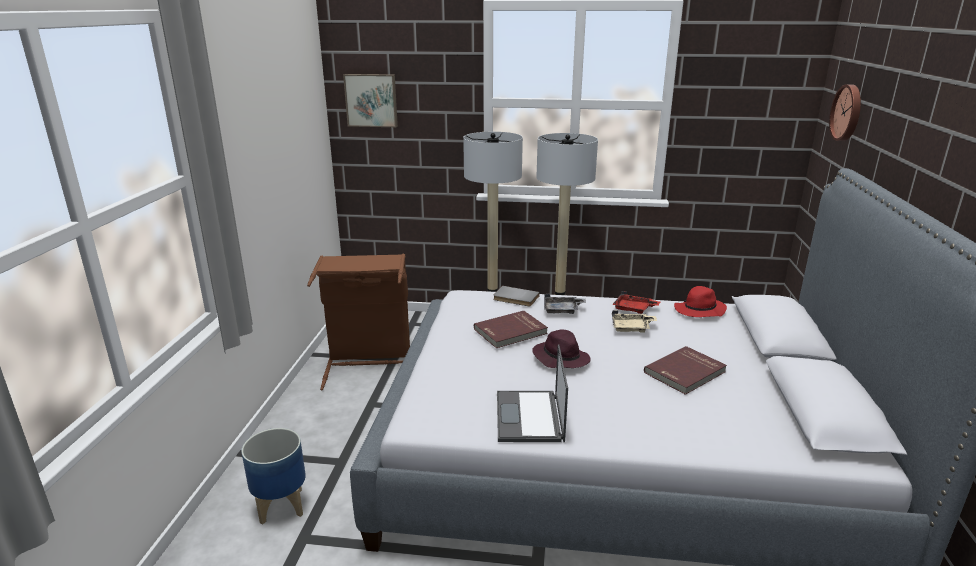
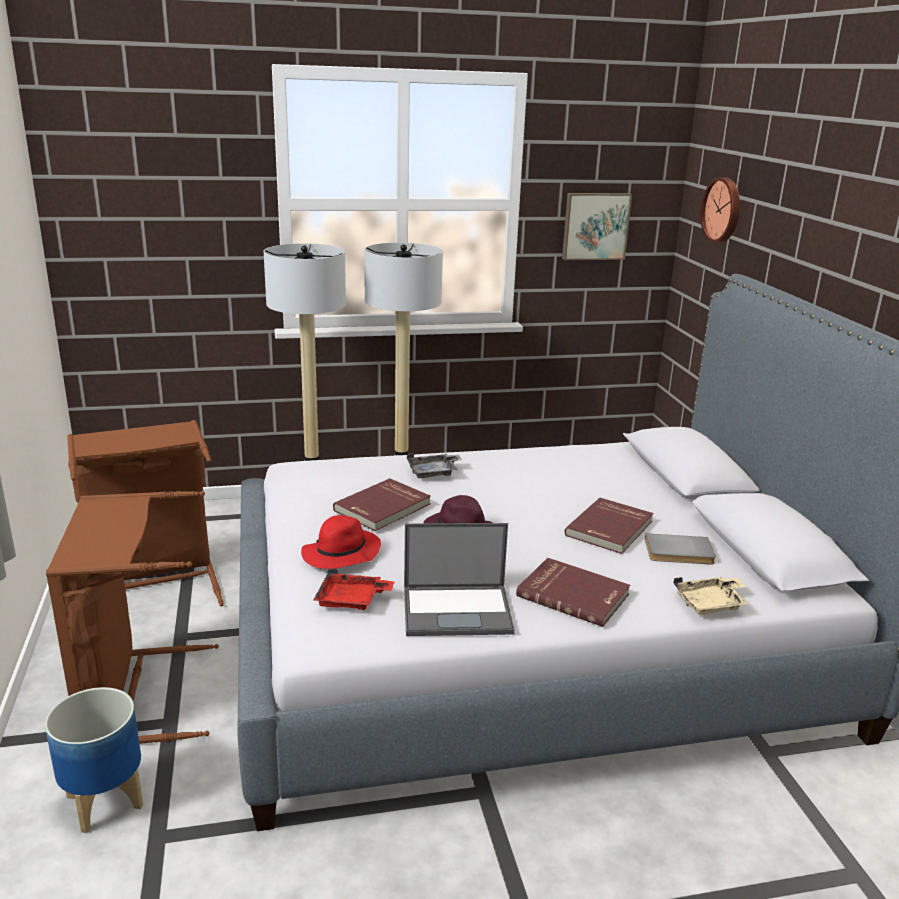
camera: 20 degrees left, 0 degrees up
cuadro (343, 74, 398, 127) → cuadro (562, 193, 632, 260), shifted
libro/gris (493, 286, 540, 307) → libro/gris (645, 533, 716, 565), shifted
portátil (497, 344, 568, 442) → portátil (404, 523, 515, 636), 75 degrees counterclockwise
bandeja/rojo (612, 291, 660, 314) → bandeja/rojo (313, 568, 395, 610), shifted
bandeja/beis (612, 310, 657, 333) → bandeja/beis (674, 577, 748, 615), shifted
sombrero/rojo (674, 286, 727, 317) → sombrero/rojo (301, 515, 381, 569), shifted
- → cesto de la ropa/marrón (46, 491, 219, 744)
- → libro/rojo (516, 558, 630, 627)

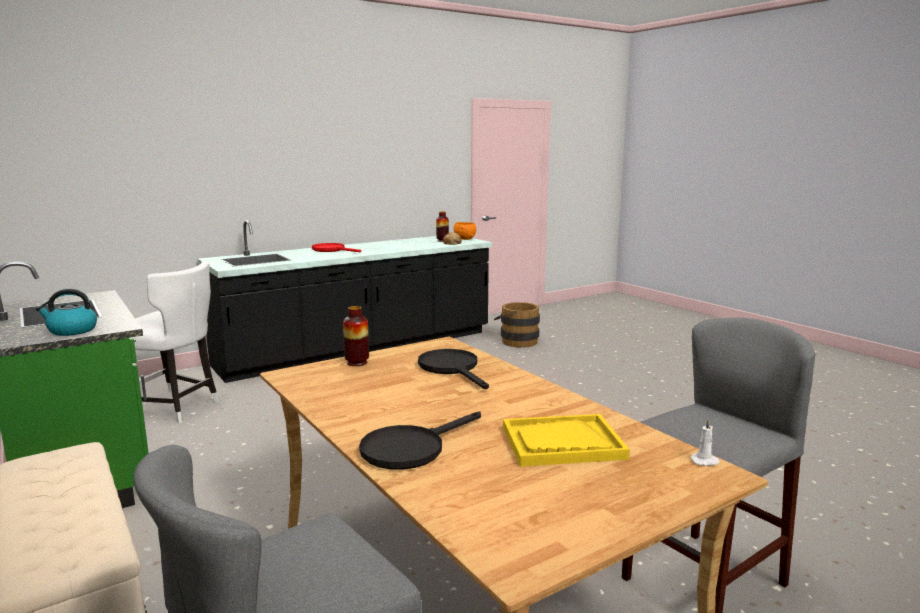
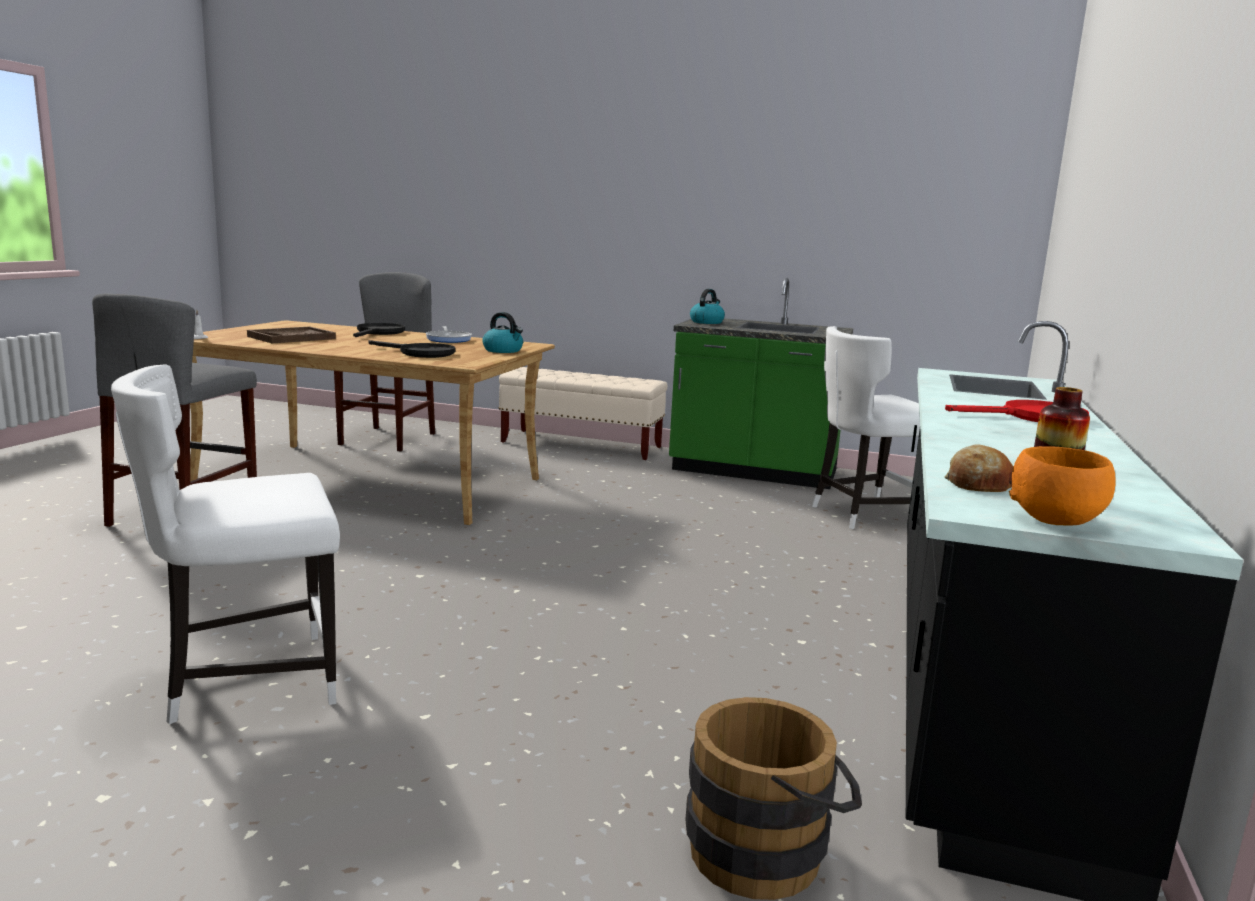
camera: 140 degrees right, 0 degrees up
florero (343, 306, 369, 366) → hervidor (482, 312, 523, 353)
bandeja/amarillo (503, 414, 630, 467) → bandeja/marrón (247, 327, 336, 343)
- → silla/blanco (111, 364, 340, 724)
- → sartén (426, 326, 472, 343)

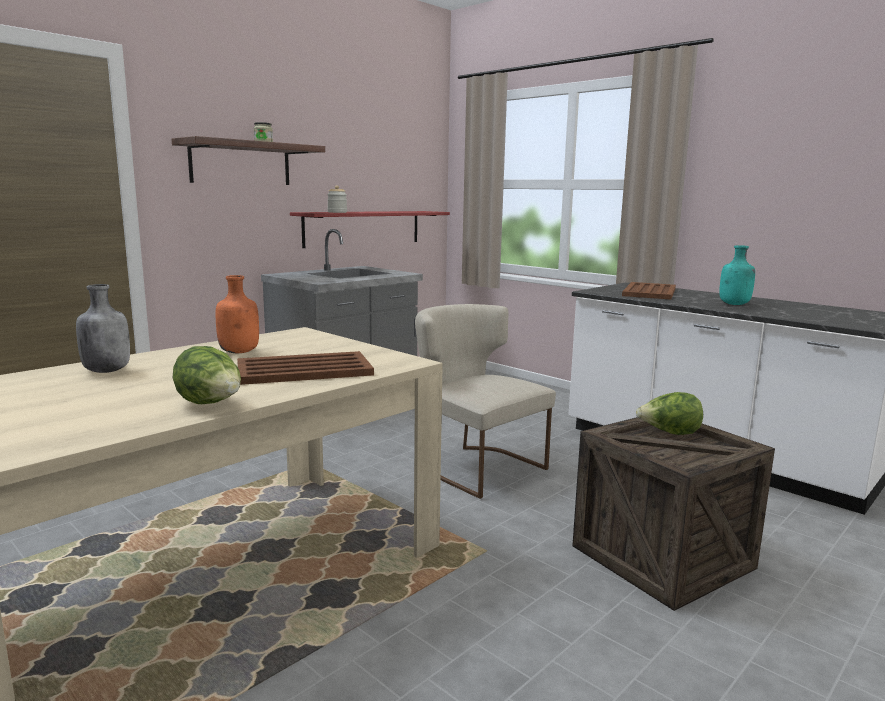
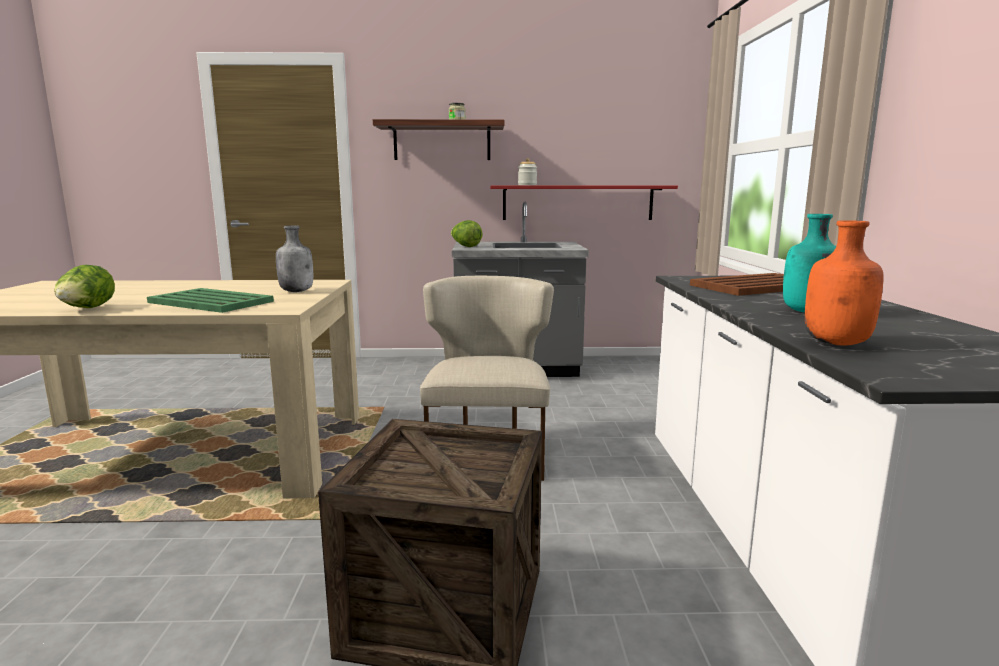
camera: 45 degrees right, 0 degrees up
botella/gris (76, 284, 130, 373) → botella/gris (276, 226, 313, 292), shifted
botella/naranja (216, 275, 259, 353) → botella/naranja (805, 220, 884, 345), shifted
bandeja/marrón (237, 351, 374, 385) → bandeja/verde (147, 288, 274, 313)
lechuga (636, 392, 703, 435) → lechuga (451, 220, 482, 247), shifted

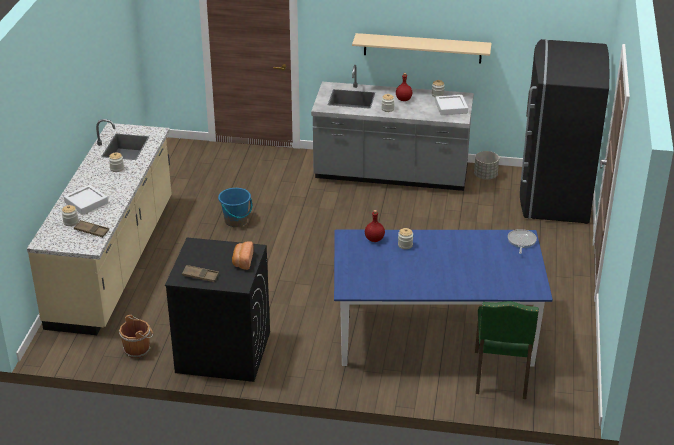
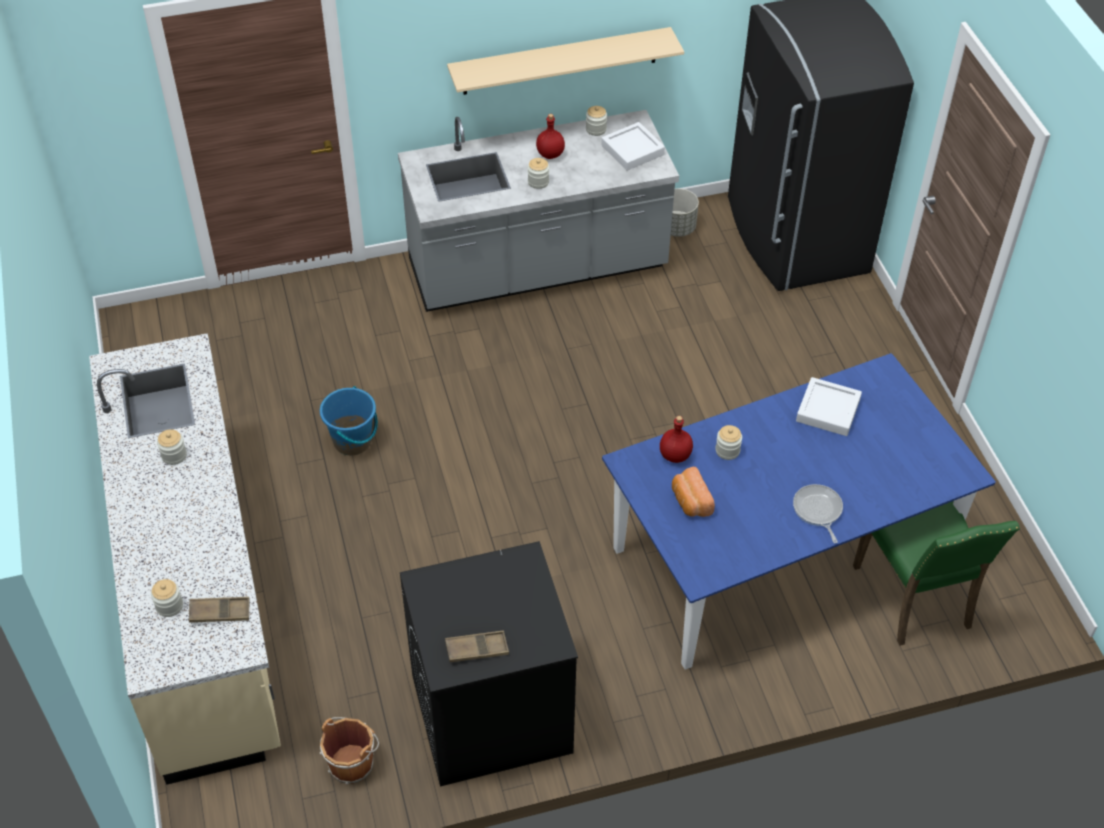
camera: 25 degrees left, 15 degrees up
bandeja/blanco (64, 185, 108, 215) → bandeja/blanco (796, 377, 862, 436), shifted
pan (232, 241, 254, 270) → pan (672, 467, 715, 517), shifted
sartén (508, 229, 537, 254) → sartén (793, 484, 843, 543), shifted

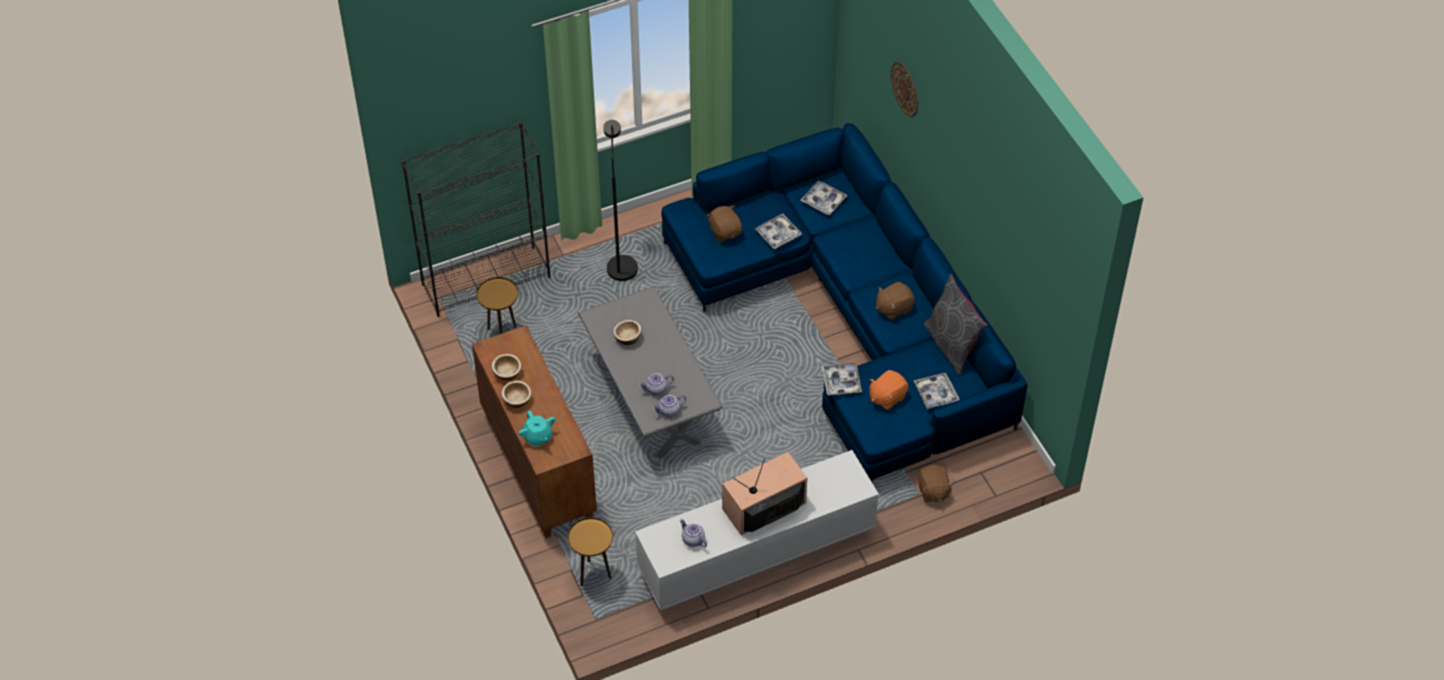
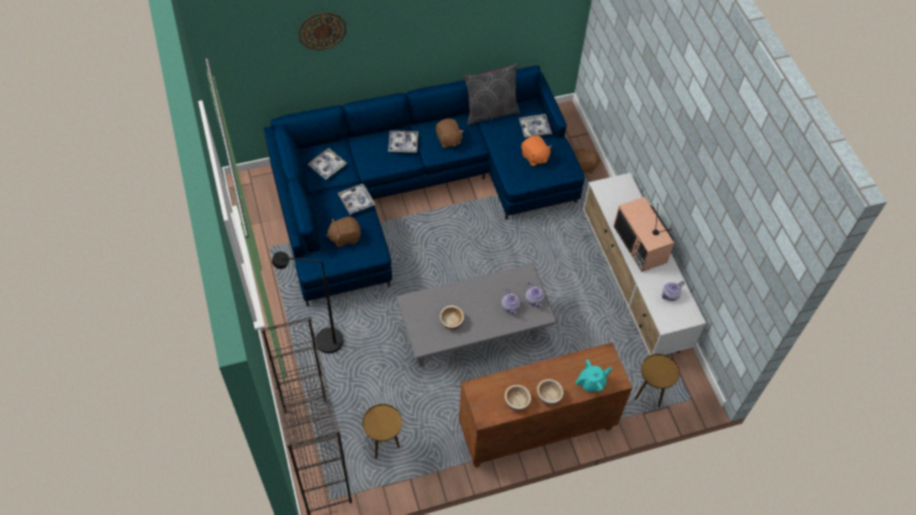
camera: 85 degrees left, 5 degrees up
bandeja (822, 362, 862, 395) → bandeja (388, 131, 418, 153), shifted

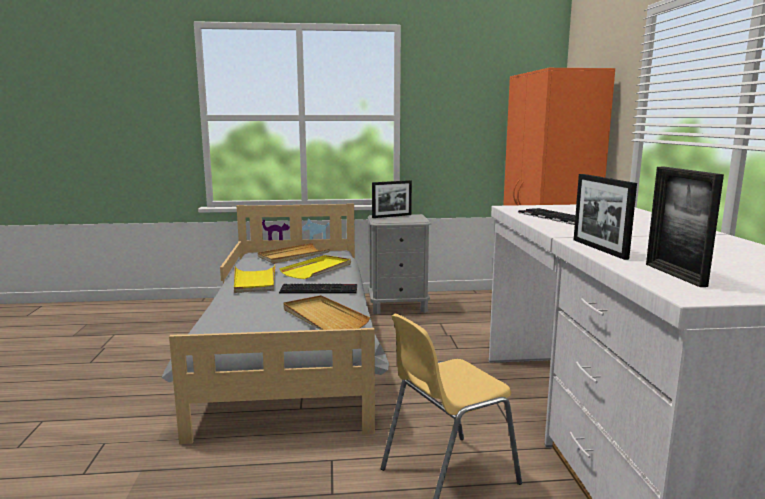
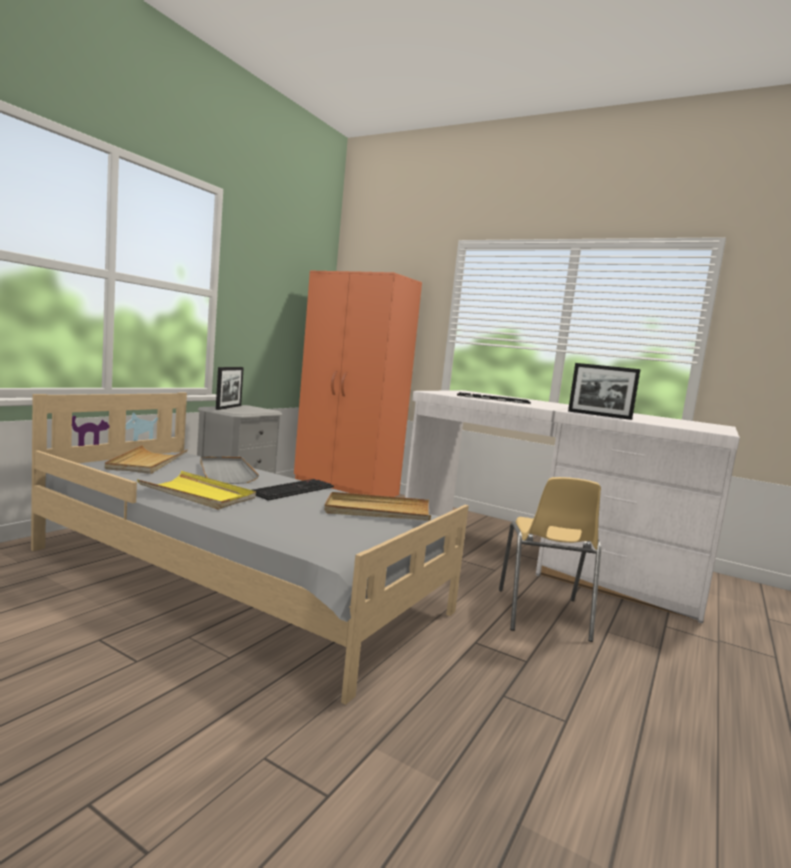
camera: 55 degrees left, 5 degrees down
bandeja/amarillo (279, 255, 351, 279) → bandeja/gris (200, 456, 259, 484)
portarretratos (646, 167, 724, 287) → -

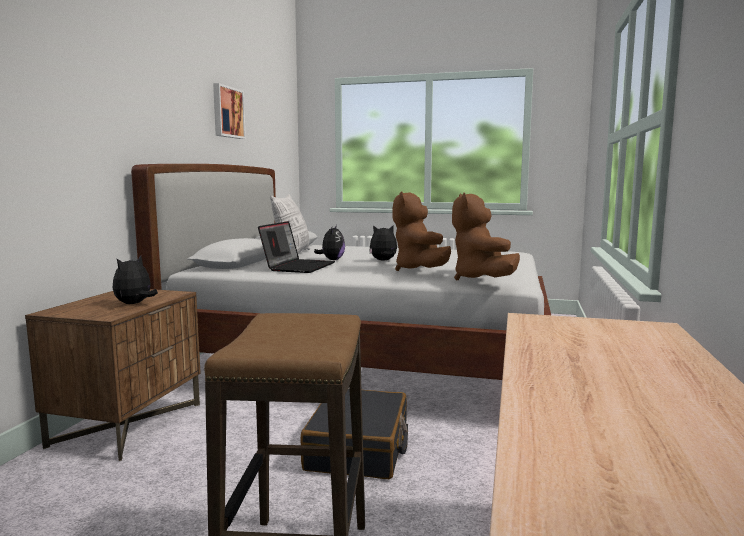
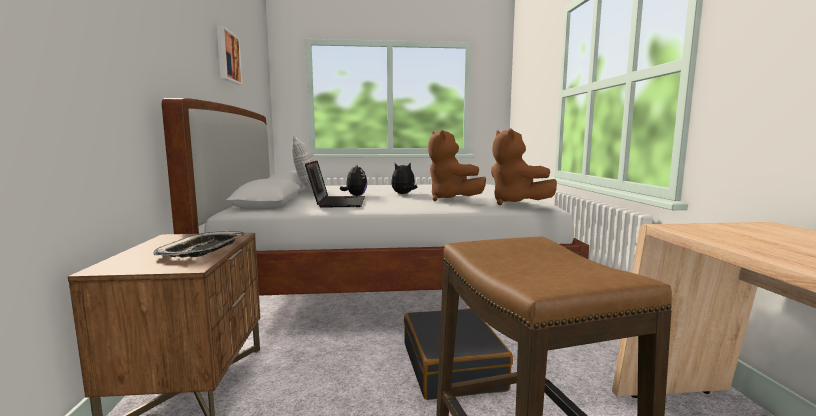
camera: 20 degrees left, 0 degrees up
peluche (113, 256, 158, 304) → bandeja (153, 231, 245, 258)

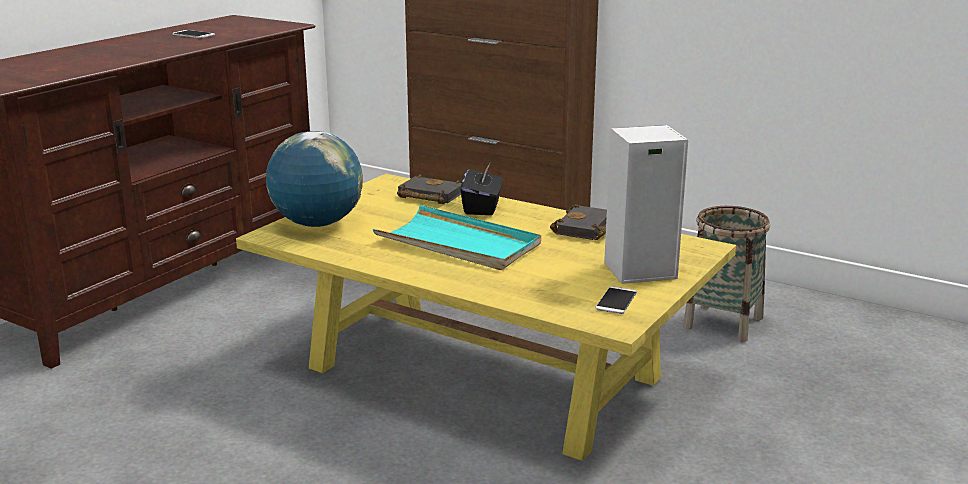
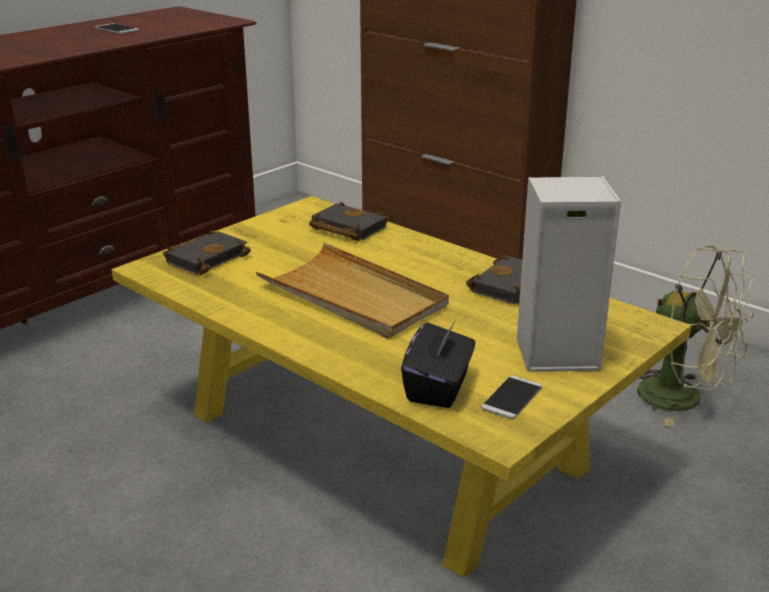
camera: 10 degrees right, 5 degrees up
globo terráqueo (266, 131, 363, 227) → libro/negro (163, 230, 251, 275)
bandeja/turquesa (373, 205, 541, 270) → bandeja/beis (256, 243, 449, 339)
caja de pañuelos/negro (461, 162, 503, 215) → caja de pañuelos/negro (401, 320, 475, 408), shifted
cesta (683, 206, 770, 342) → ventilador/verde (637, 244, 754, 427)

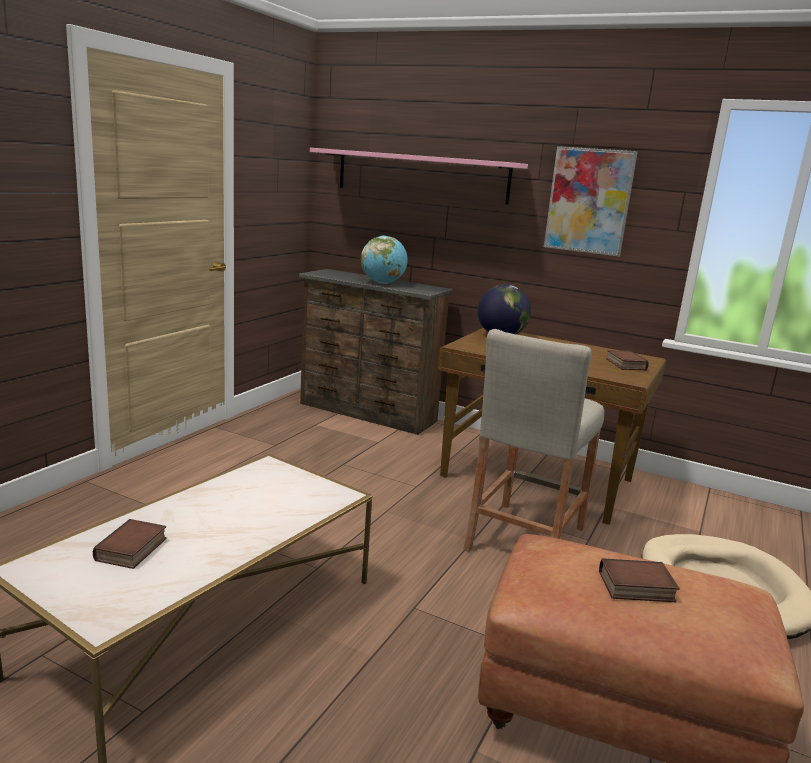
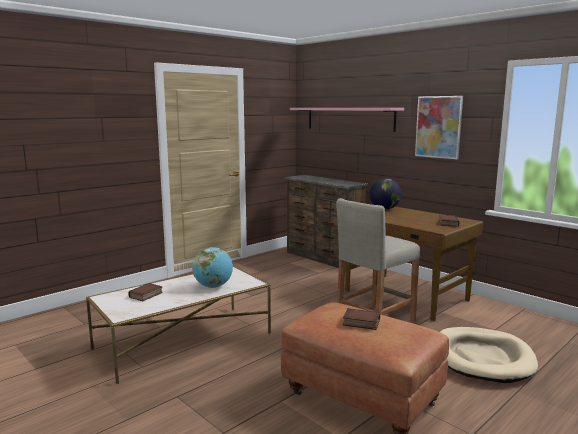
camera: 20 degrees right, 5 degrees down
globo terráqueo (361, 236, 408, 284) → globo terráqueo (192, 247, 233, 288), shifted

